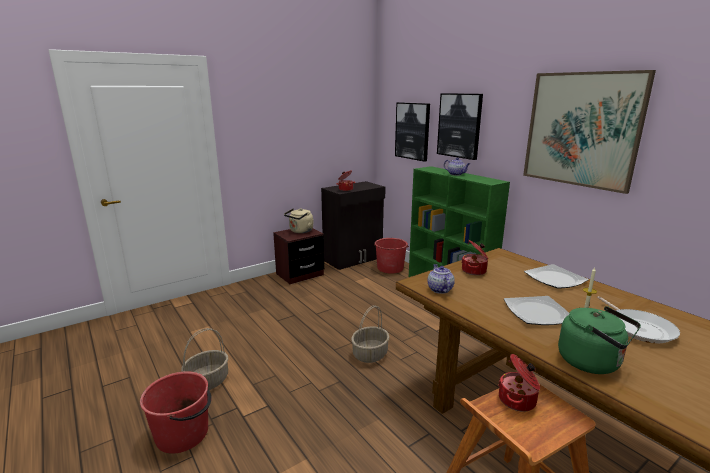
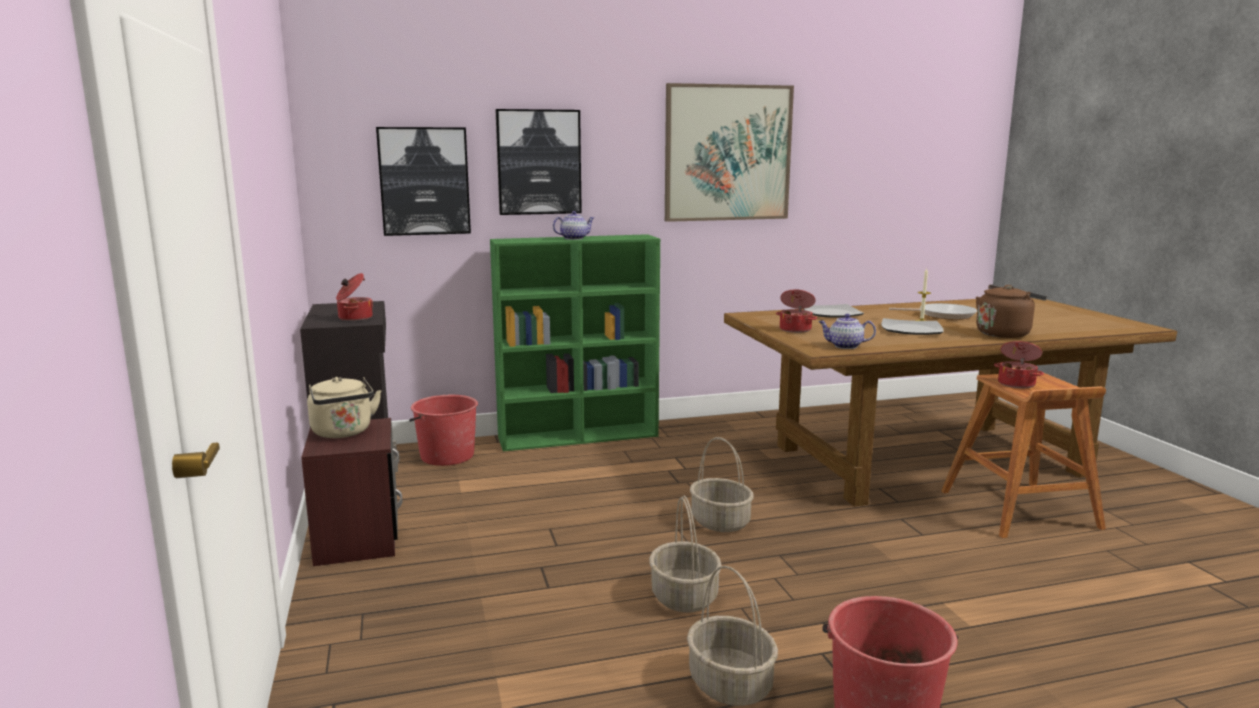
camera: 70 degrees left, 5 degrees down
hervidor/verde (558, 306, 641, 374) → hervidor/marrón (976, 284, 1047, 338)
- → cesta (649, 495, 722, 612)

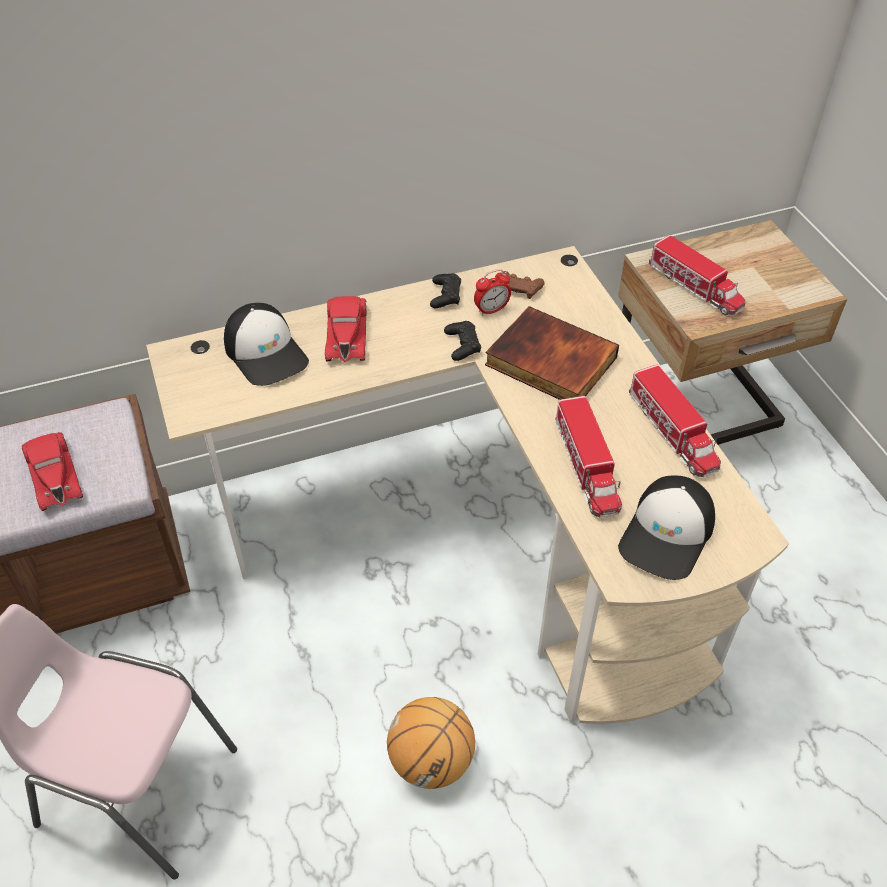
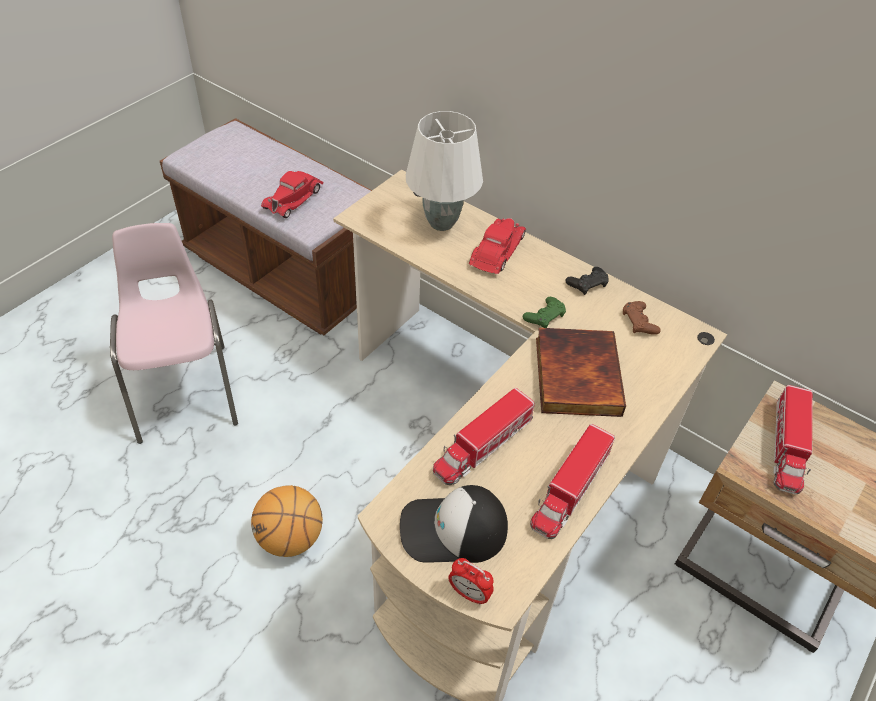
camera: 55 degrees right, 0 degrees up
gorra (224, 303, 309, 386) → lámpara de mesa/blanco (406, 111, 483, 231)
coche de juguete/rojo (325, 296, 366, 362) → coche de juguete/rojo (469, 218, 526, 274), 150 degrees clockwise
mando de consola/negro (444, 321, 481, 361) → mando de consola/verde (523, 297, 566, 328)
despertador (474, 269, 511, 316) → despertador (448, 558, 494, 605), shifted

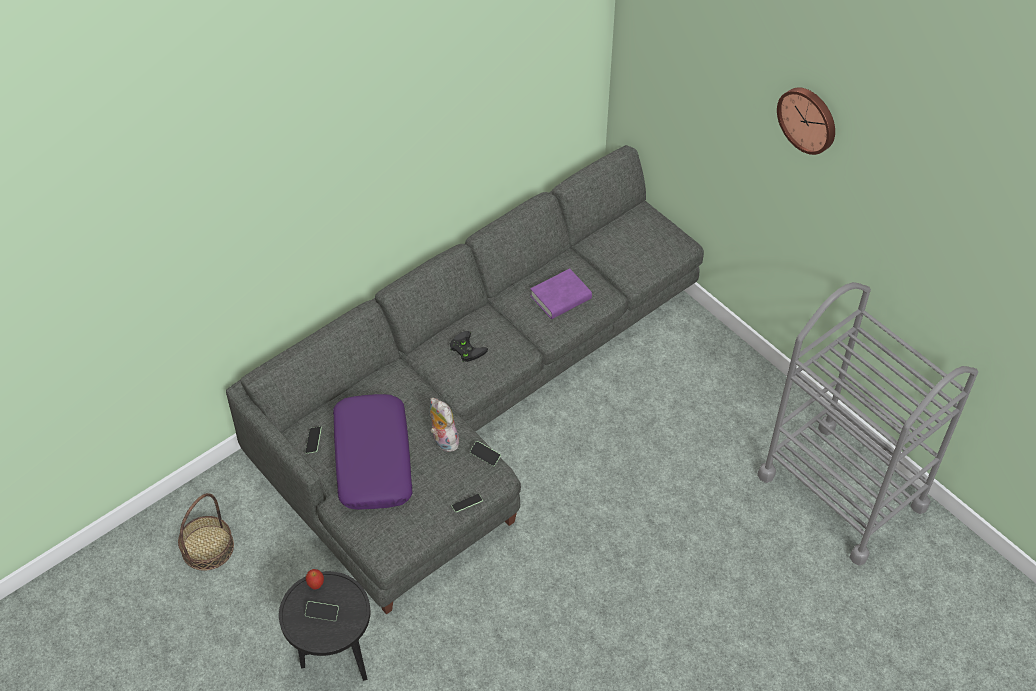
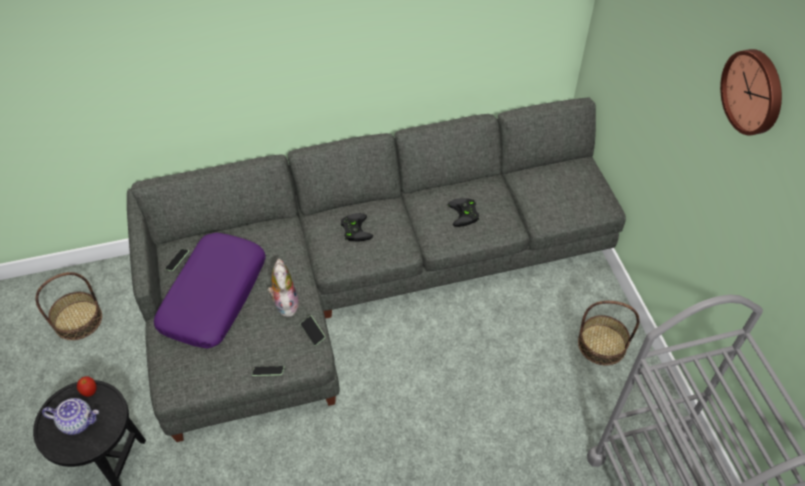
camera: 25 degrees right, 0 degrees up
móvil (305, 601, 339, 621) → tetera (42, 398, 99, 435)
libro/morado (530, 268, 592, 319) → mando de consola/negro (448, 198, 479, 227)
- → cesta (578, 301, 640, 365)

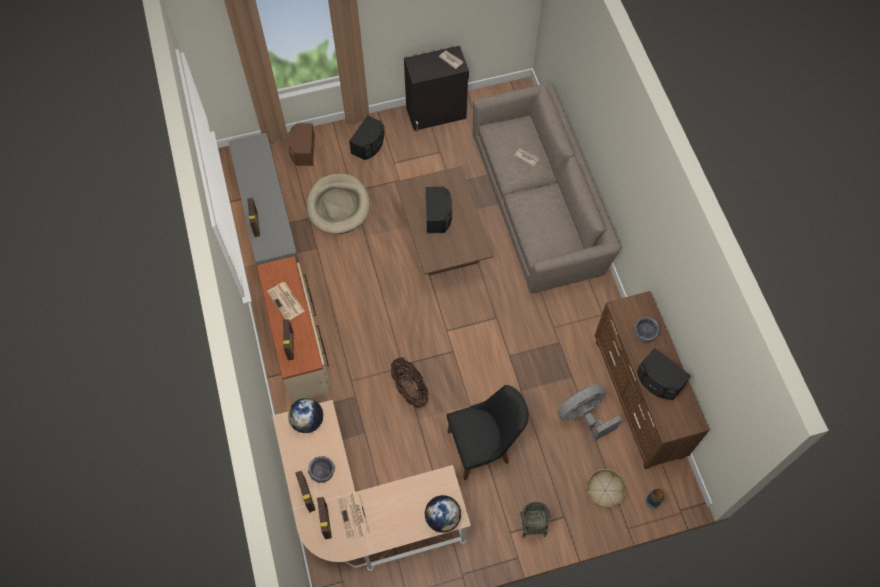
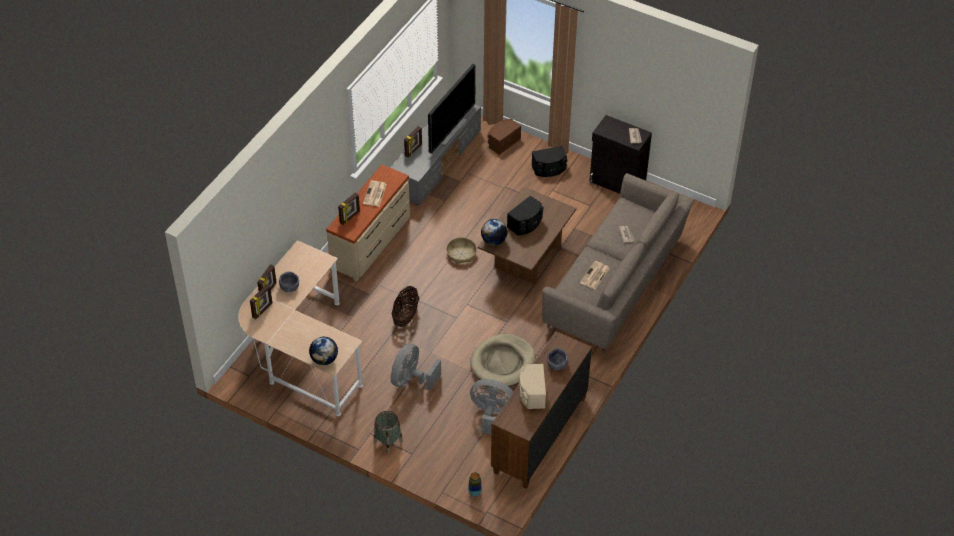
camera: 45 degrees right, 15 degrees down
globo terráqueo (288, 398, 323, 433) → globo terráqueo (481, 219, 507, 245), shifted
cama para perro/beis (306, 173, 370, 234) → cama para perro/beis (470, 334, 535, 386), shifted
periódico (338, 492, 371, 540) → periódico (580, 261, 610, 289), shifted
silla/negro (446, 385, 529, 480) → ventilador/gris (391, 343, 441, 391)
cesta (587, 469, 626, 507) → cesta (446, 237, 477, 264), shifted
altavoz/negro (637, 348, 691, 400) → altavoz/beis (519, 364, 546, 409)
- → televisor (428, 64, 476, 154)

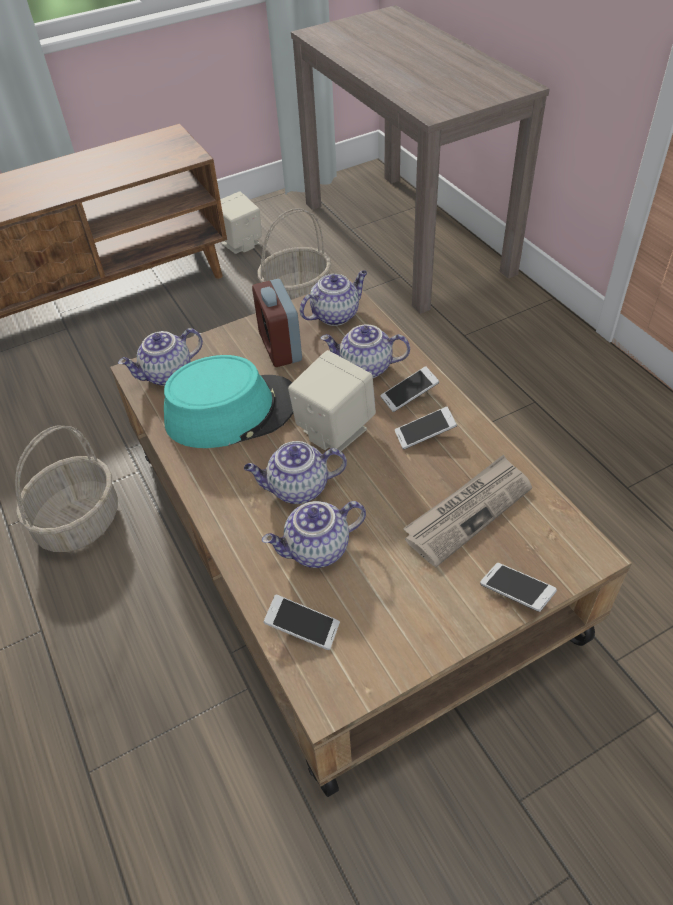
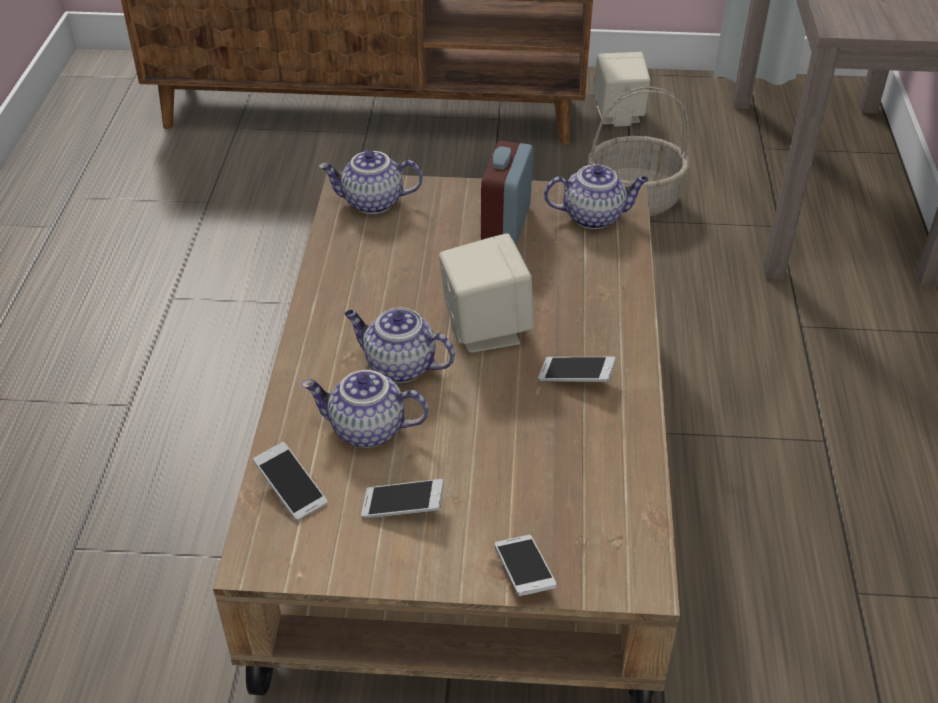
camera: 30 degrees right, 5 degrees down
cesta (15, 425, 118, 552) → -
sombrero/turquesa (164, 355, 293, 448) → -
tetera (321, 324, 410, 378) → -
móvil (380, 366, 439, 412) → móvil (361, 479, 444, 519), shifted
periódico (403, 454, 532, 567) → -

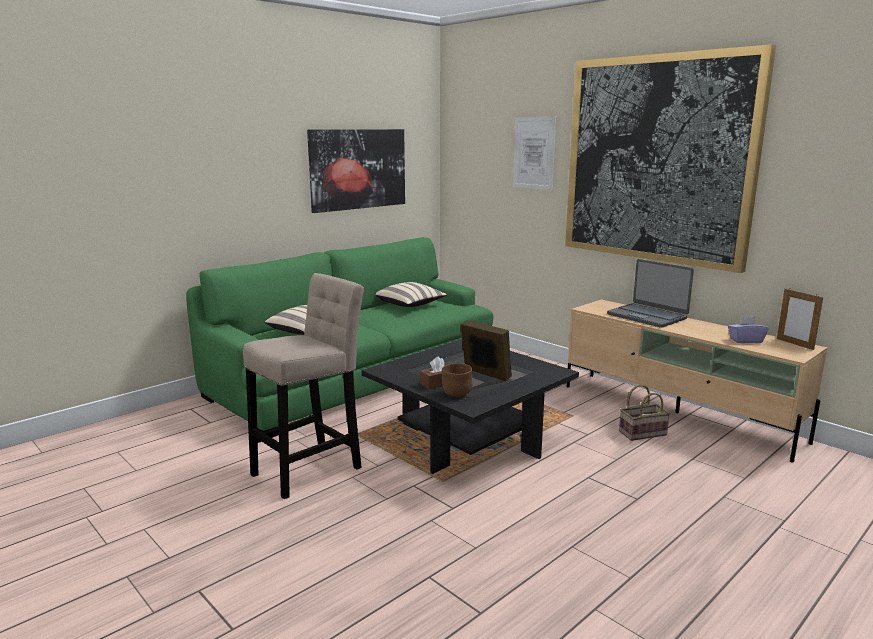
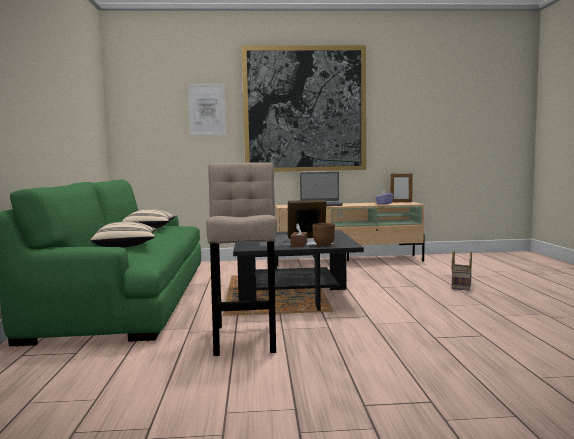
camera: 50 degrees left, 10 degrees down
cuadro (307, 129, 405, 213) → -
cesta (619, 385, 670, 441) → cesta (452, 250, 472, 291), shifted

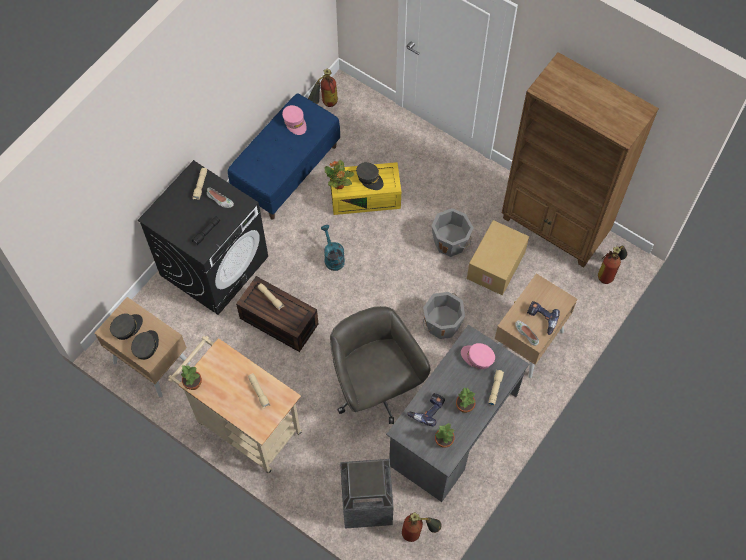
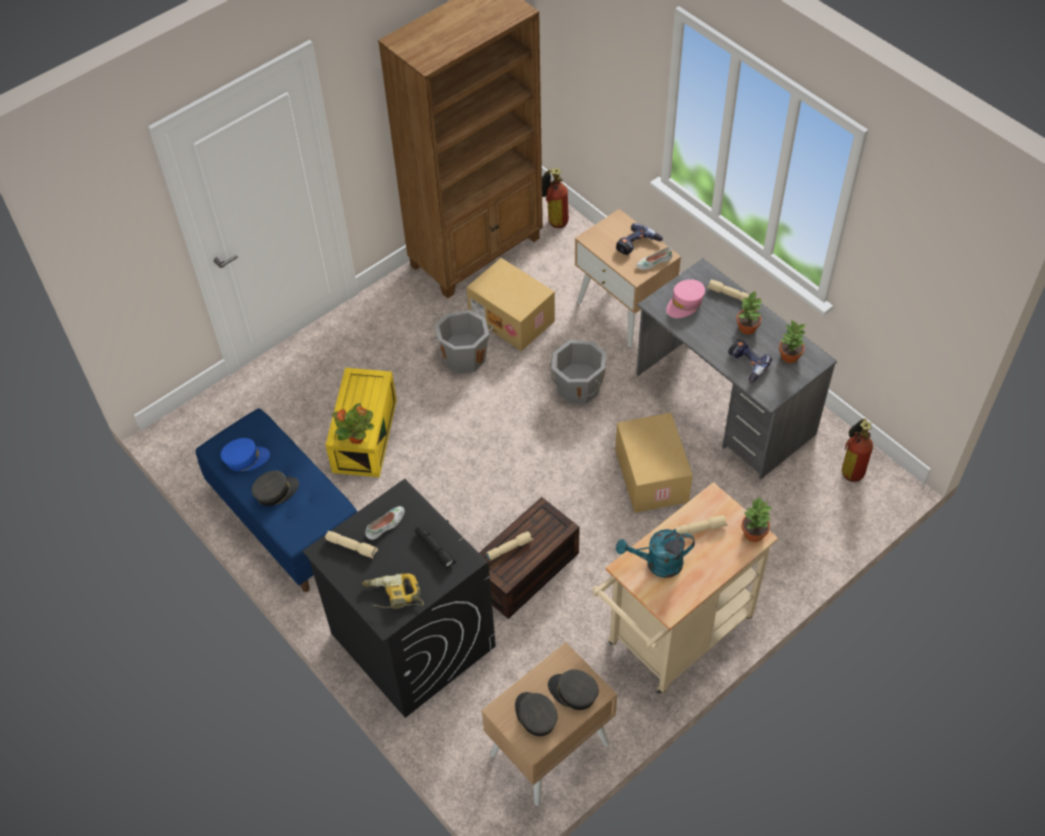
camera: 75 degrees left, 10 degrees down
planta en maceta (180, 365, 202, 390) → planta en maceta (741, 497, 773, 542), shifted
gorra/rosa (282, 105, 307, 135) → gorra/azul (221, 438, 270, 471)
extintor (308, 68, 338, 107) → -
regadera/turquesa (321, 225, 345, 271) → regadera/turquesa (616, 529, 695, 578), shifted
silla de oficina/gris (330, 306, 430, 424) → caja de cartón (615, 413, 693, 513)
papelera (340, 459, 394, 529) → -
gorra/gris (356, 162, 384, 190) → gorra/gris (251, 471, 299, 506), shifted
- → taladro (362, 573, 424, 609)

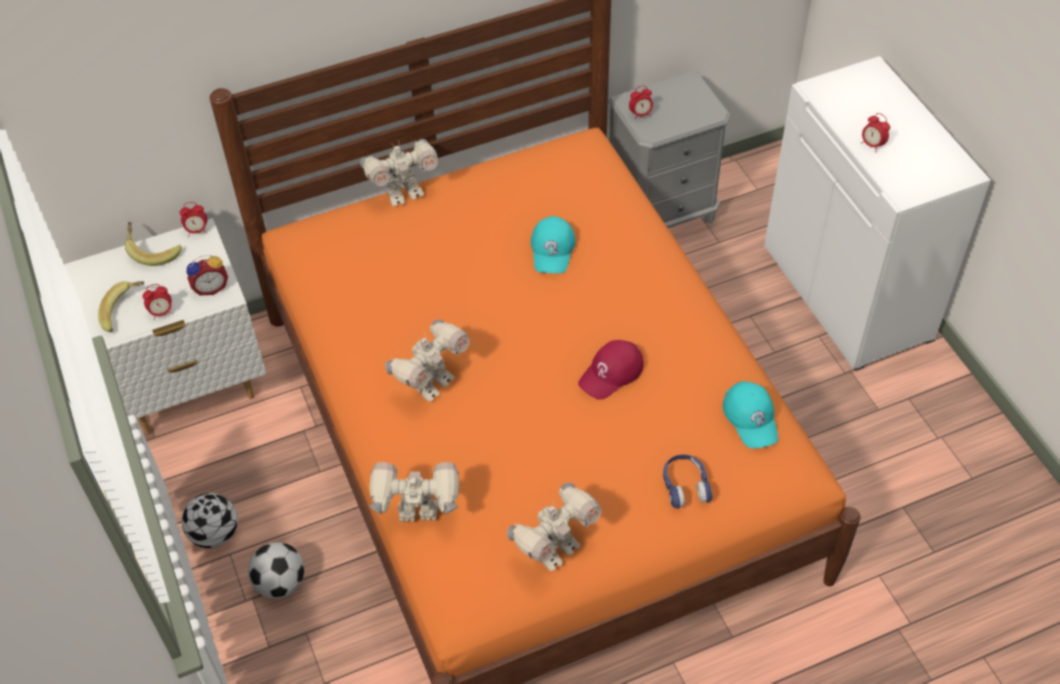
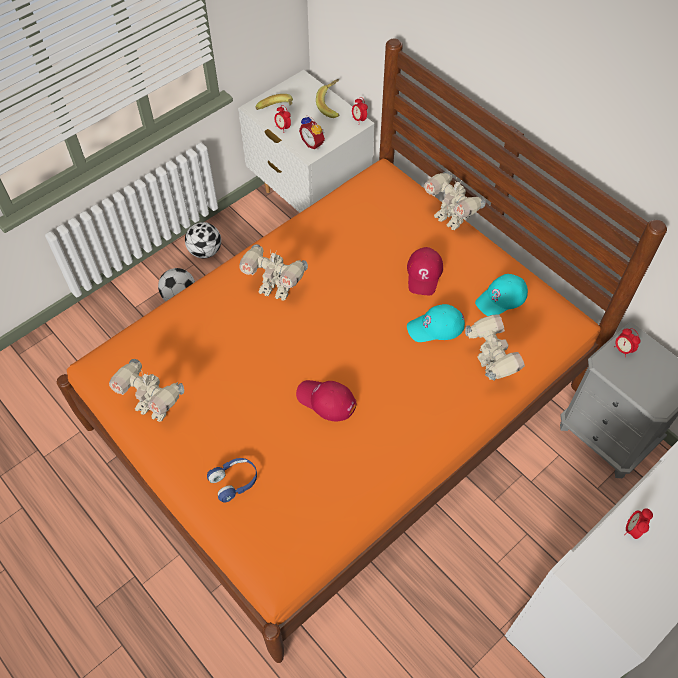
camera: 70 degrees right, 5 degrees up
robot de juguete (369, 462, 459, 522) → robot de juguete (465, 314, 525, 381), shifted
gorra/turquesa (723, 381, 778, 448) → gorra/turquesa (475, 274, 528, 316), shifted
- → gorra/rojo (407, 247, 443, 295)

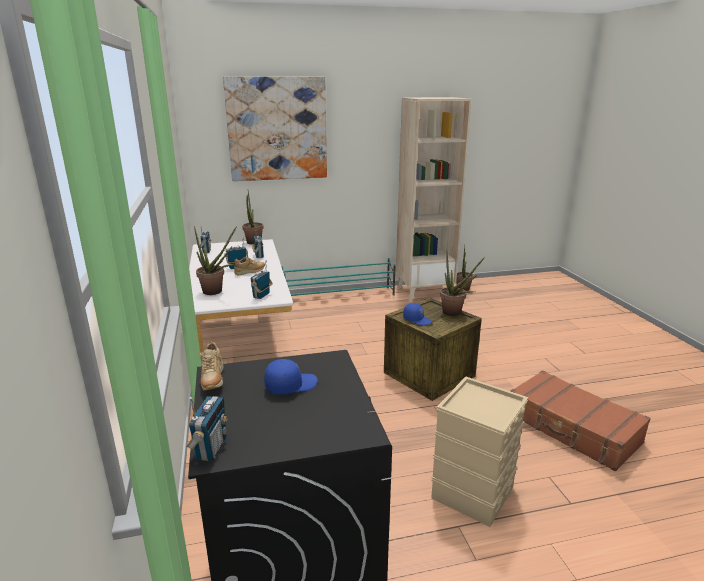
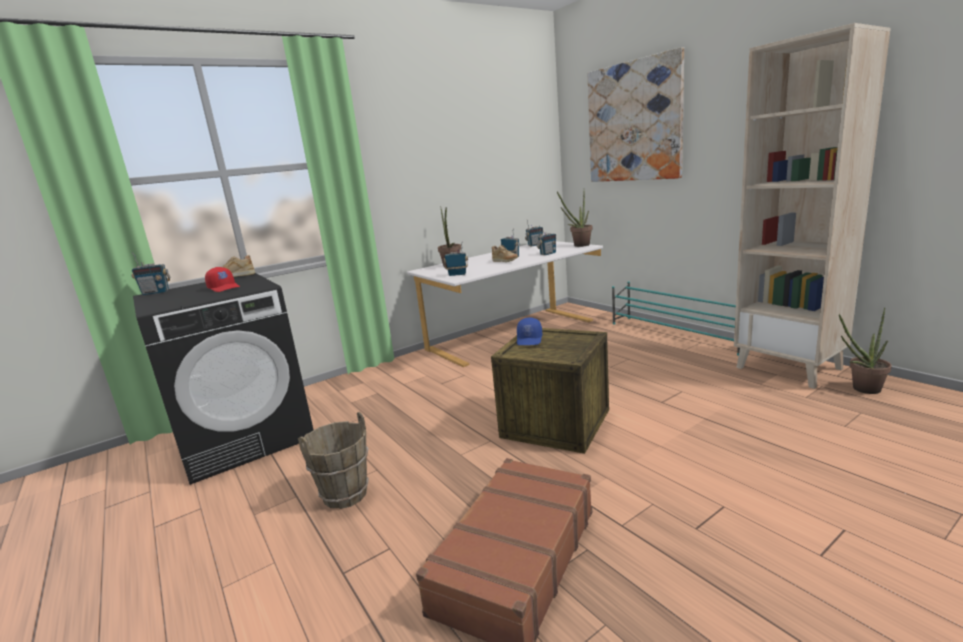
camera: 70 degrees right, 5 degrees down
gorra/azul (264, 359, 318, 395) → gorra/rojo (205, 267, 240, 292)
caja de almacenaje/beis (431, 377, 528, 527) → cubo/marrón (298, 412, 369, 509)
planta en maceta (440, 252, 485, 316) → -

